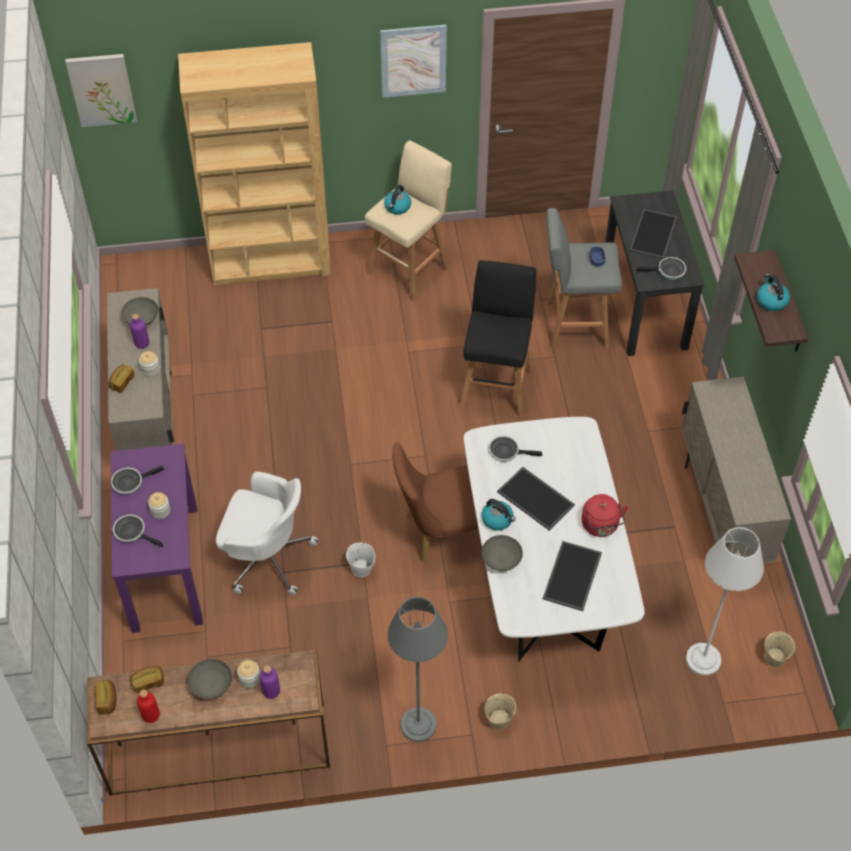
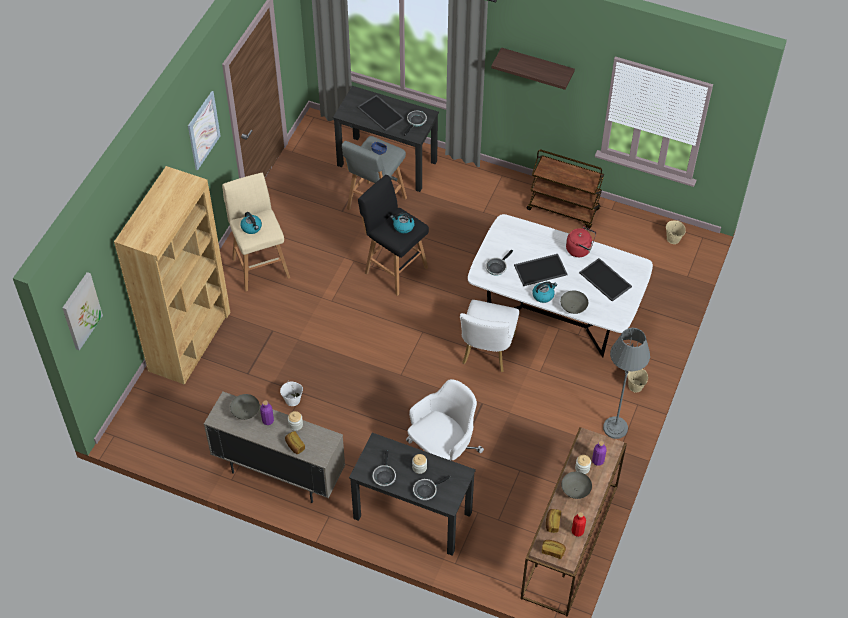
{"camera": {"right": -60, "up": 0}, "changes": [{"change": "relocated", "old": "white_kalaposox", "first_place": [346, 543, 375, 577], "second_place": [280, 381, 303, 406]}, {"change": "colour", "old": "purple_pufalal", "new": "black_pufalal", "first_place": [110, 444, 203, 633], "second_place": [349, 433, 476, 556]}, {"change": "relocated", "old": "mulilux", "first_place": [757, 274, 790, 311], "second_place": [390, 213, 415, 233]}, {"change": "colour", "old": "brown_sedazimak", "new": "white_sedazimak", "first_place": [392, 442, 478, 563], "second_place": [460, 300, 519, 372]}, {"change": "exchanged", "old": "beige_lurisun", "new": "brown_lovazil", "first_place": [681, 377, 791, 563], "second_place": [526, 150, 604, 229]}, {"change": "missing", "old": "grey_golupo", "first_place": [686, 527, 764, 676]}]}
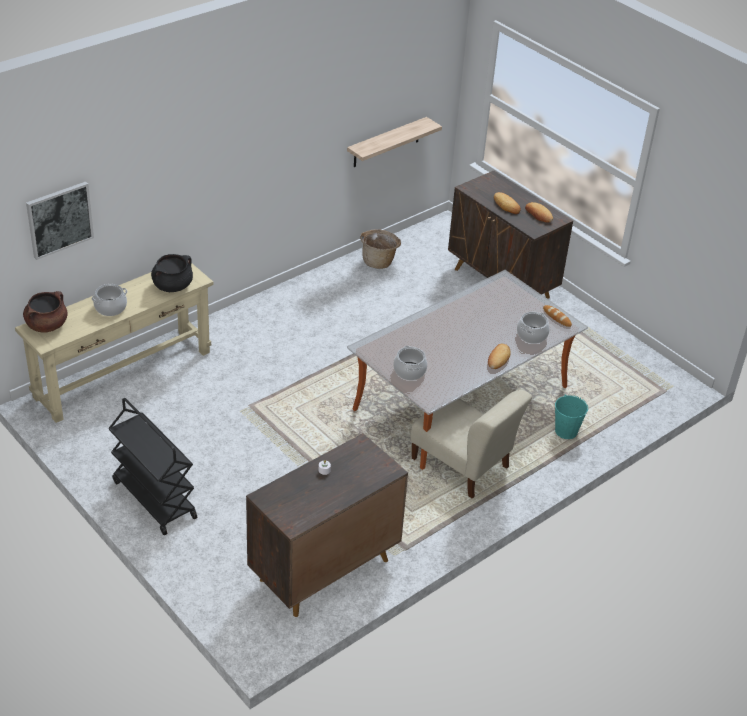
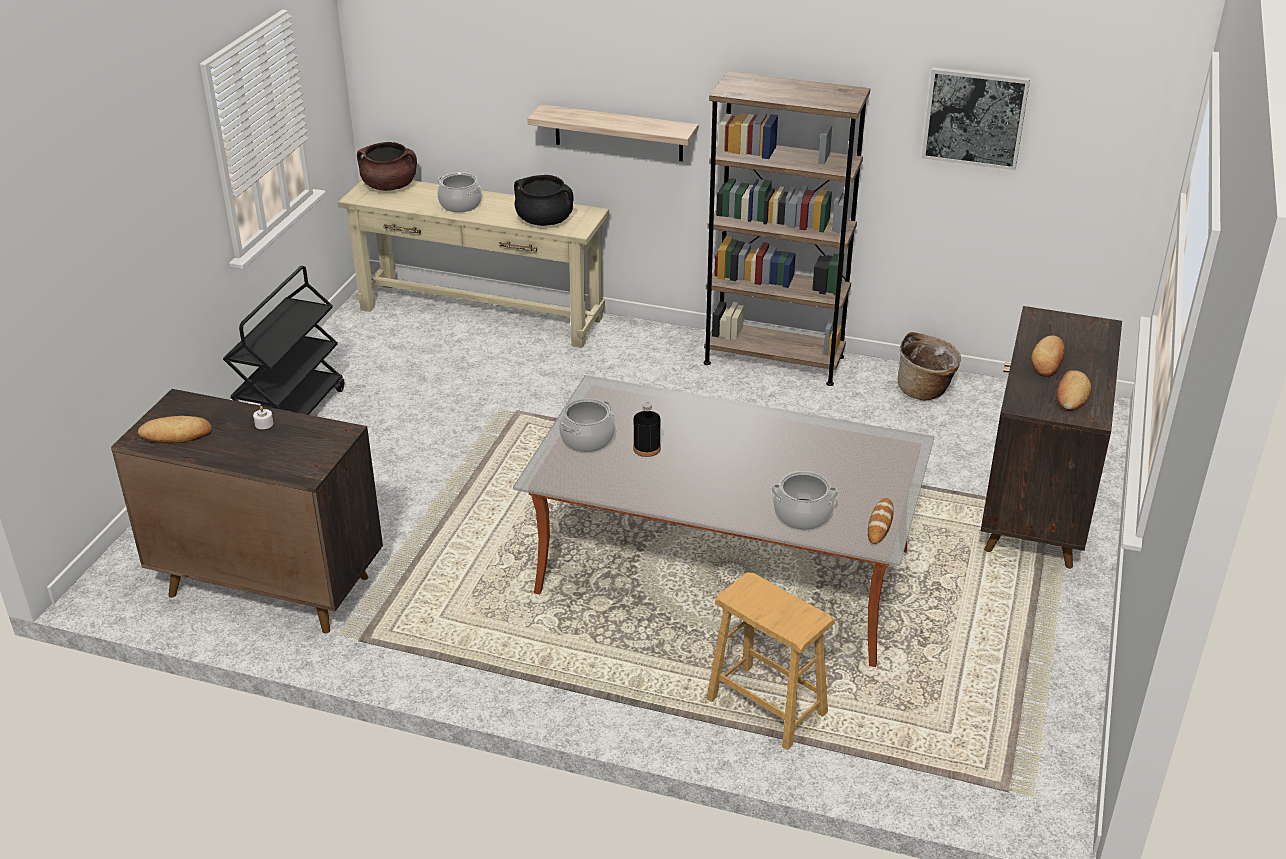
{"camera": {"right": 60, "up": -5}, "changes": [{"change": "relocated", "old": "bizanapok", "first_place": [488, 344, 511, 369], "second_place": [138, 416, 212, 443]}, {"change": "relocated", "old": "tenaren", "first_place": [347, 117, 442, 167], "second_place": [528, 104, 698, 161]}, {"change": "appeared", "new": "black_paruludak", "second_place": [633, 403, 661, 457]}, {"change": "appeared", "new": "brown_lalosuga", "second_place": [704, 71, 870, 386]}, {"change": "exchanged", "old": "turquoise_kalaposox", "new": "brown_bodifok", "first_place": [555, 394, 588, 439], "second_place": [706, 572, 835, 750]}, {"change": "relocated", "old": "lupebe", "first_place": [26, 182, 94, 260], "second_place": [922, 67, 1030, 170]}, {"change": "missing", "old": "beige_sedazimak", "first_place": [410, 390, 532, 499]}]}
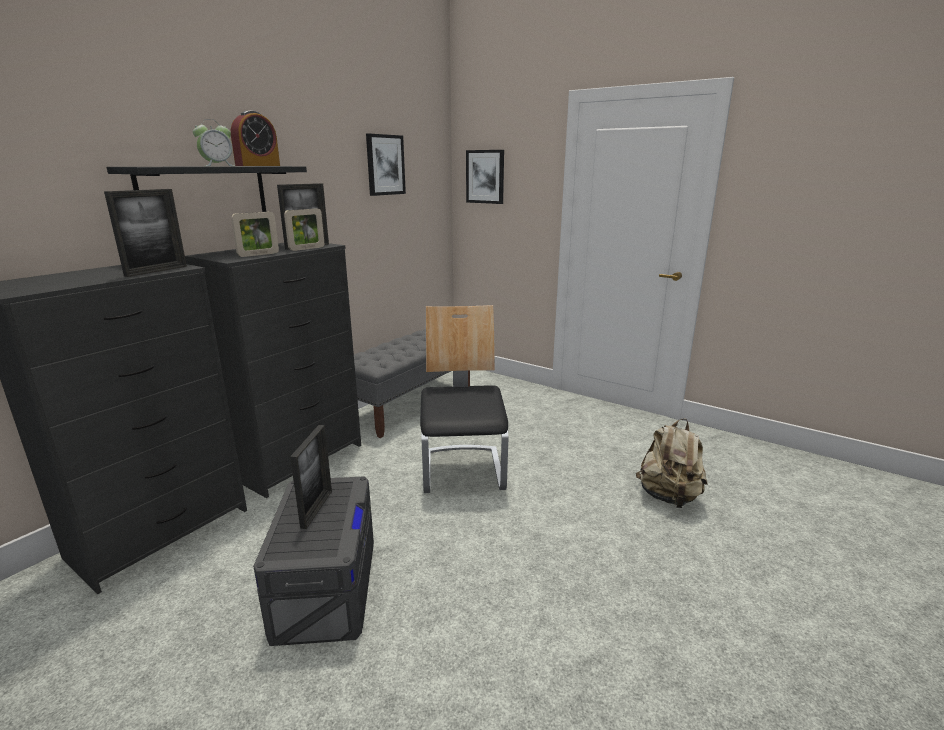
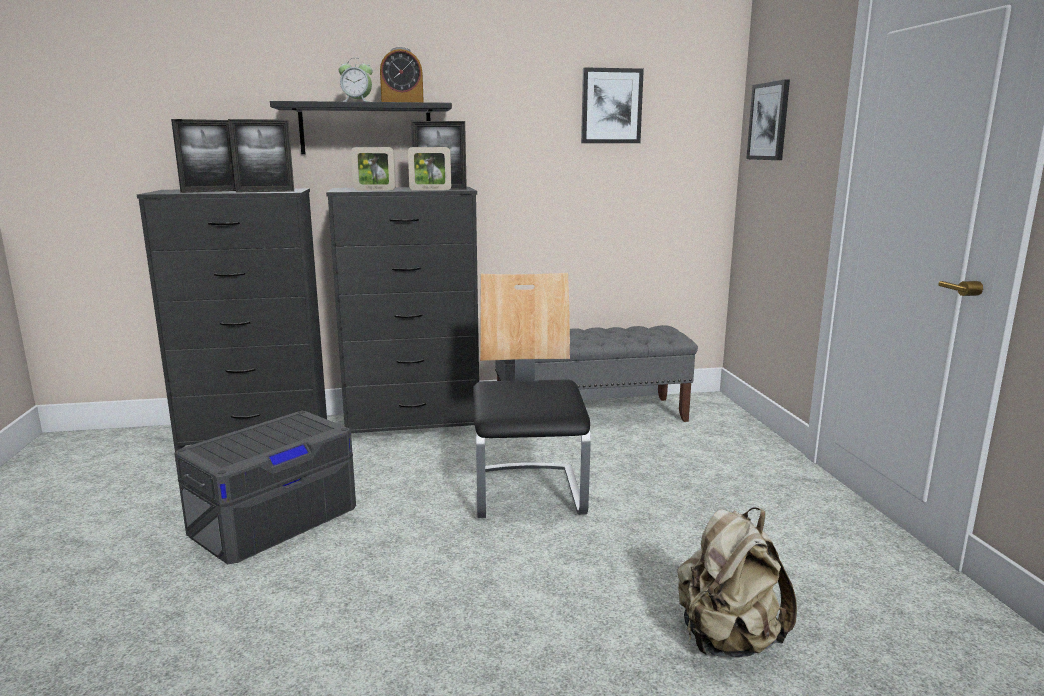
{"camera": {"right": 45, "up": -5}, "changes": [{"change": "relocated", "old": "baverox", "first_place": [290, 425, 332, 529], "second_place": [171, 119, 236, 193]}, {"change": "spun", "old": "sedazimak", "first_place": [420, 305, 508, 493], "second_place": [473, 273, 591, 518], "degrees": -45}]}
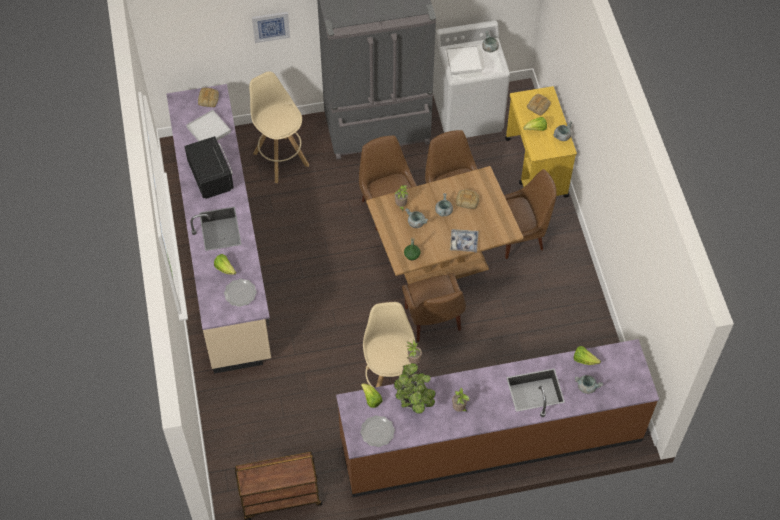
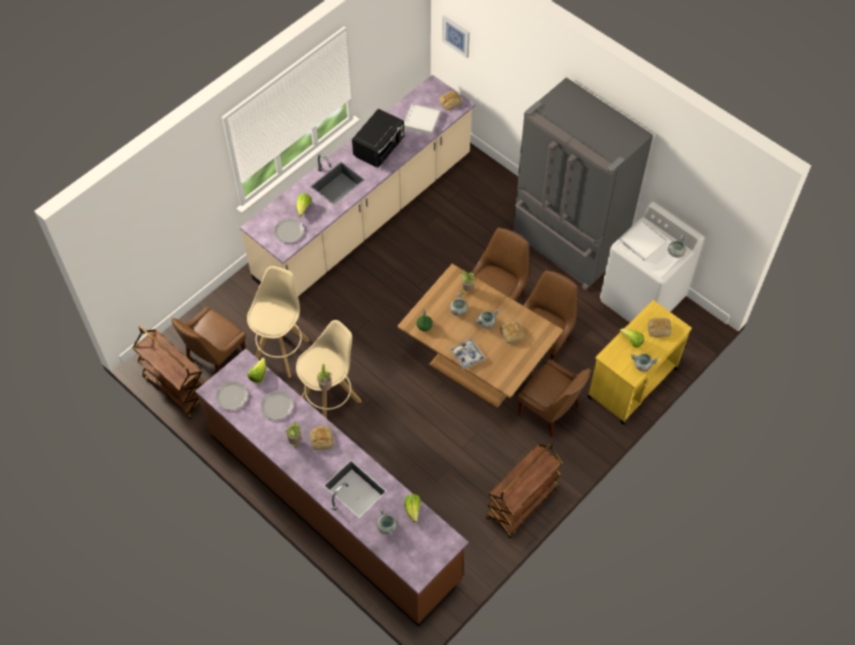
{"camera": {"right": 55, "up": 0}, "changes": [{"change": "relocated", "old": "brown_sedazimak", "first_place": [402, 273, 466, 342], "second_place": [171, 306, 246, 373]}, {"change": "relocated", "old": "beige_bodifok", "first_place": [249, 71, 309, 183], "second_place": [247, 266, 310, 378]}, {"change": "exchanged", "old": "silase", "new": "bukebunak", "first_place": [394, 363, 436, 413], "second_place": [260, 391, 294, 420]}, {"change": "appeared", "new": "bizanapok", "second_place": [310, 426, 334, 450]}, {"change": "relocated", "old": "lupebe", "first_place": [252, 12, 290, 43], "second_place": [442, 15, 470, 58]}, {"change": "appeared", "new": "brown_lovazil", "second_place": [486, 442, 563, 538]}]}
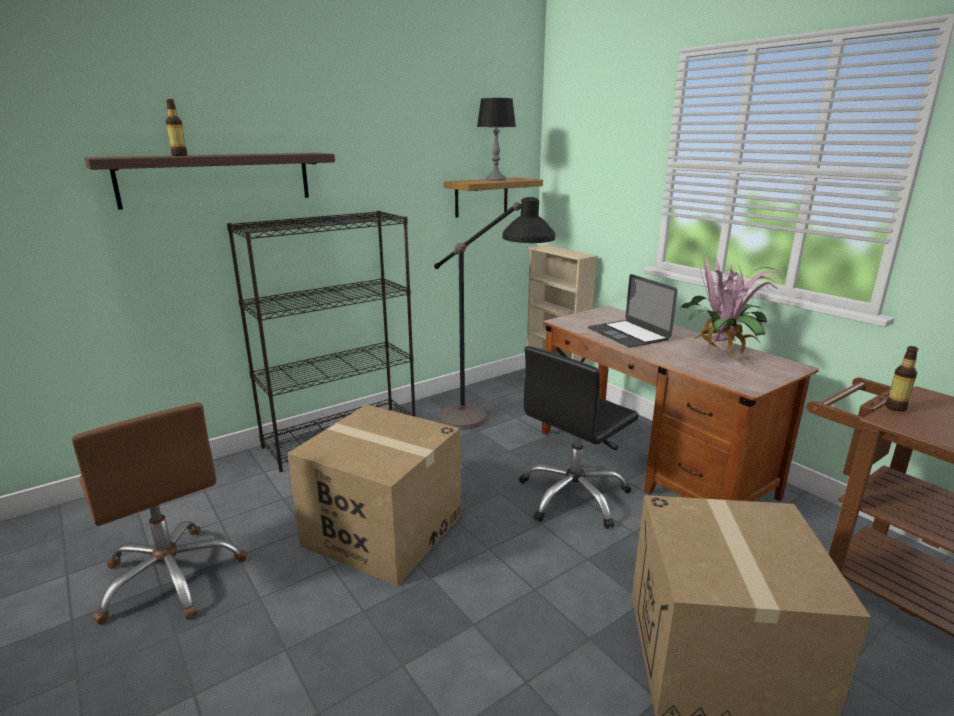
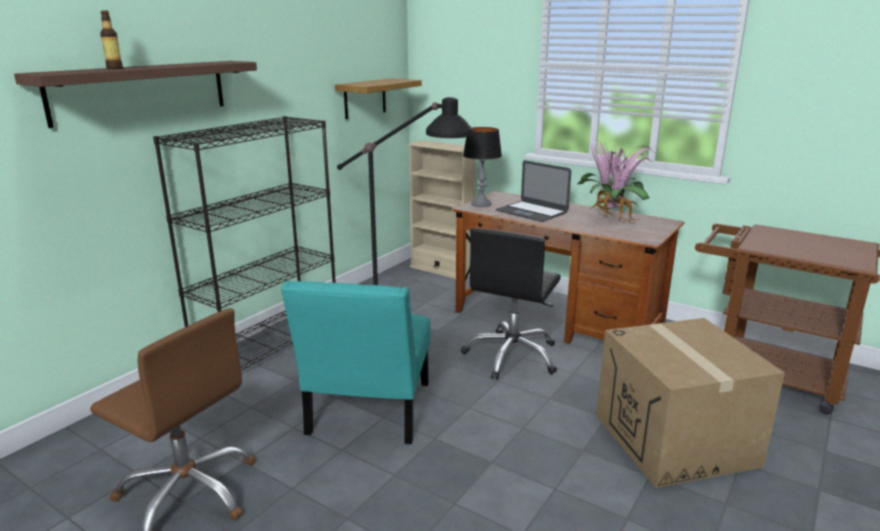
{"camera": {"right": -20, "up": 0}, "changes": [{"change": "exchanged", "old": "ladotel", "new": "turquoise_sedazimak", "first_place": [287, 404, 461, 586], "second_place": [281, 280, 430, 444]}, {"change": "relocated", "old": "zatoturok", "first_place": [477, 98, 516, 181], "second_place": [463, 127, 502, 207]}, {"change": "missing", "old": "paruludak", "first_place": [886, 346, 918, 412]}]}
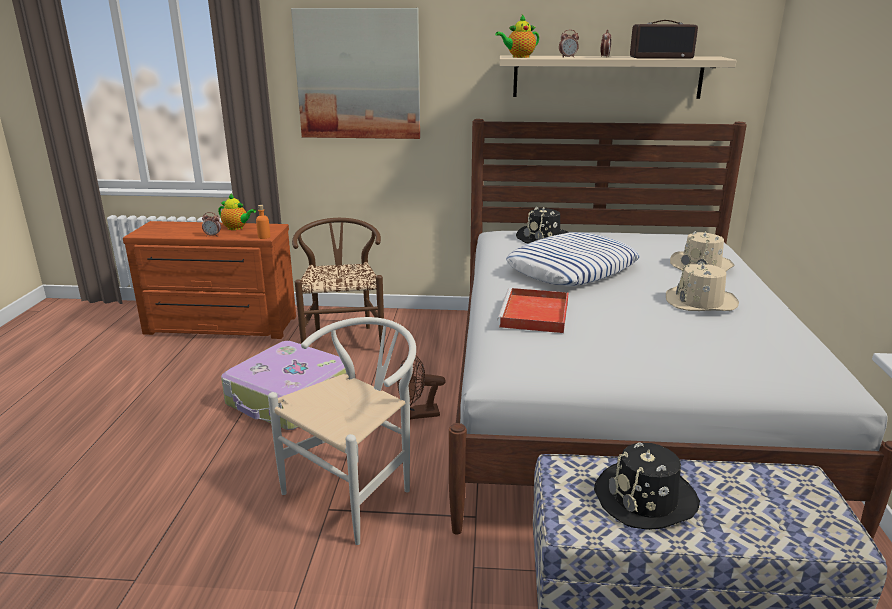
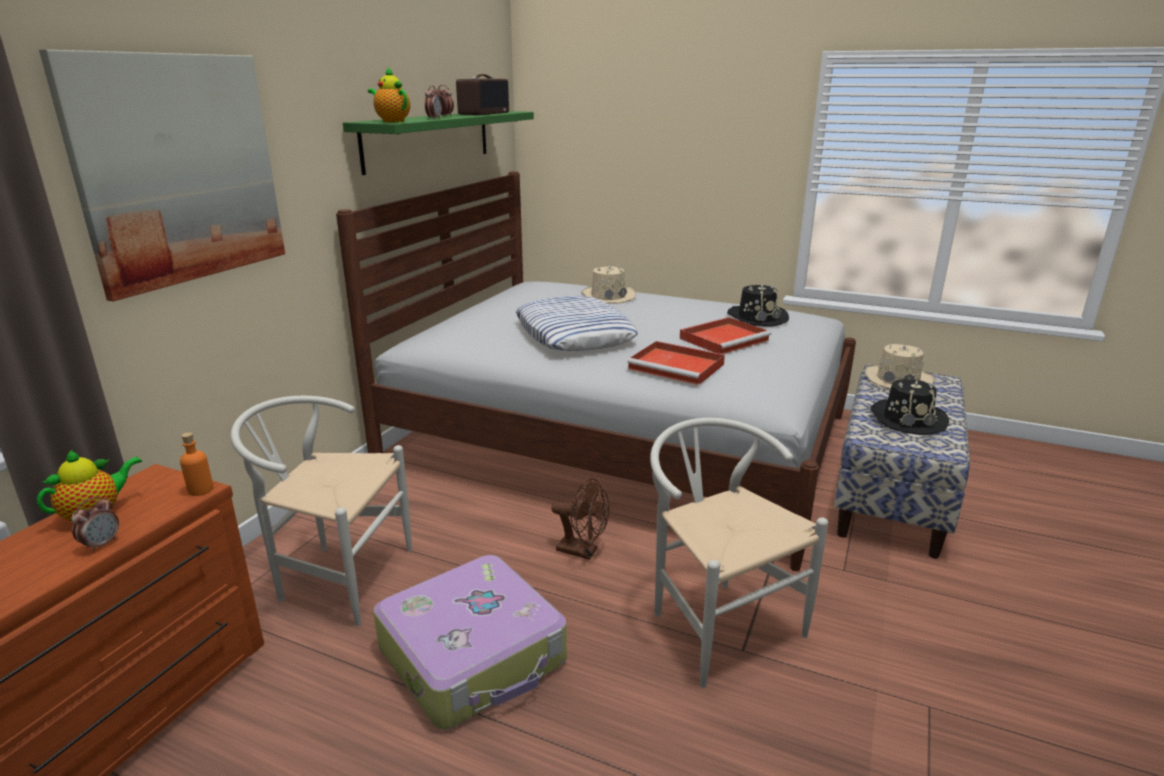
{"camera": {"right": -70, "up": 0}, "changes": [{"change": "colour", "old": "brown_sedazimak", "new": "white_sedazimak", "first_place": [292, 218, 384, 353], "second_place": [231, 396, 412, 626]}, {"change": "colour", "old": "beige_tenaren", "new": "green_tenaren", "first_place": [500, 56, 737, 99], "second_place": [343, 111, 534, 175]}, {"change": "spun", "old": "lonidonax", "first_place": [495, 15, 539, 58], "second_place": [368, 67, 410, 122], "degrees": 135}, {"change": "spun", "old": "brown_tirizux", "first_place": [397, 356, 446, 419], "second_place": [551, 478, 609, 560], "degrees": -75}, {"change": "appeared", "new": "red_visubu", "second_place": [680, 317, 771, 354]}, {"change": "relocated", "old": "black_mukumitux", "first_place": [516, 206, 569, 244], "second_place": [727, 283, 789, 327]}, {"change": "relocated", "old": "beige_mukumitux", "first_place": [666, 261, 739, 311], "second_place": [865, 344, 934, 389]}]}
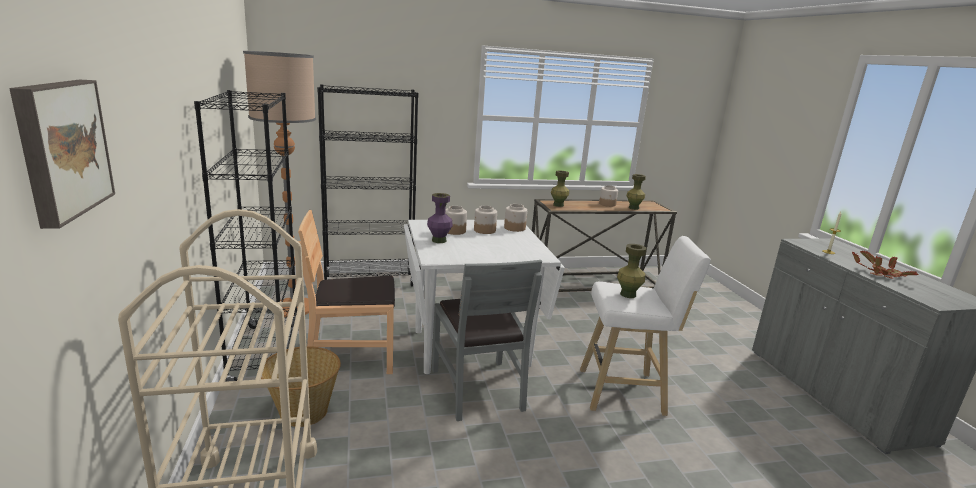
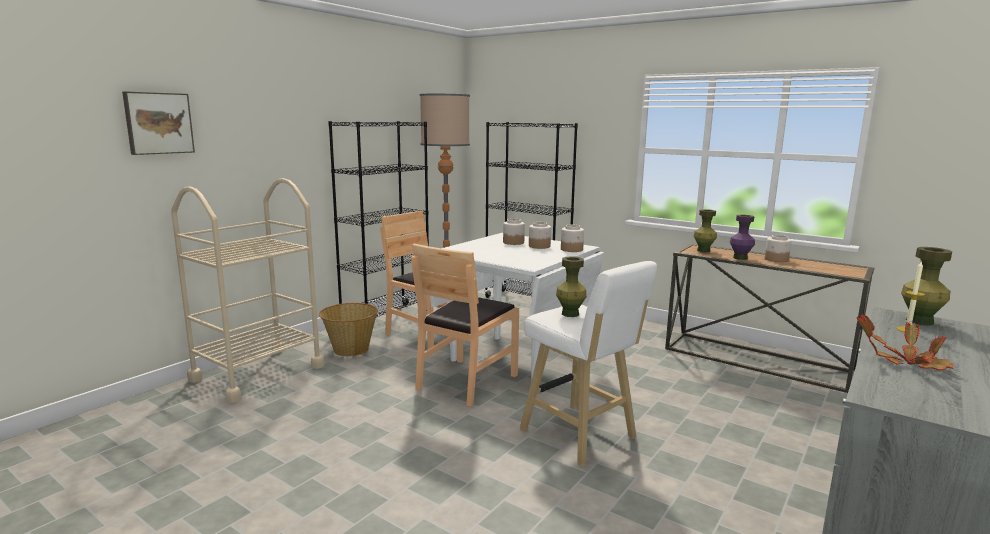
{"camera": {"right": 50, "up": -5}, "changes": [{"change": "colour", "old": "grey_sedazimak", "new": "brown_sedazimak", "first_place": [432, 260, 542, 421], "second_place": [411, 244, 519, 407]}, {"change": "relocated", "old": "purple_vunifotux", "first_place": [427, 193, 453, 243], "second_place": [730, 215, 755, 260]}, {"change": "relocated", "old": "green_vunifotux", "first_place": [627, 174, 646, 210], "second_place": [901, 247, 952, 326]}]}
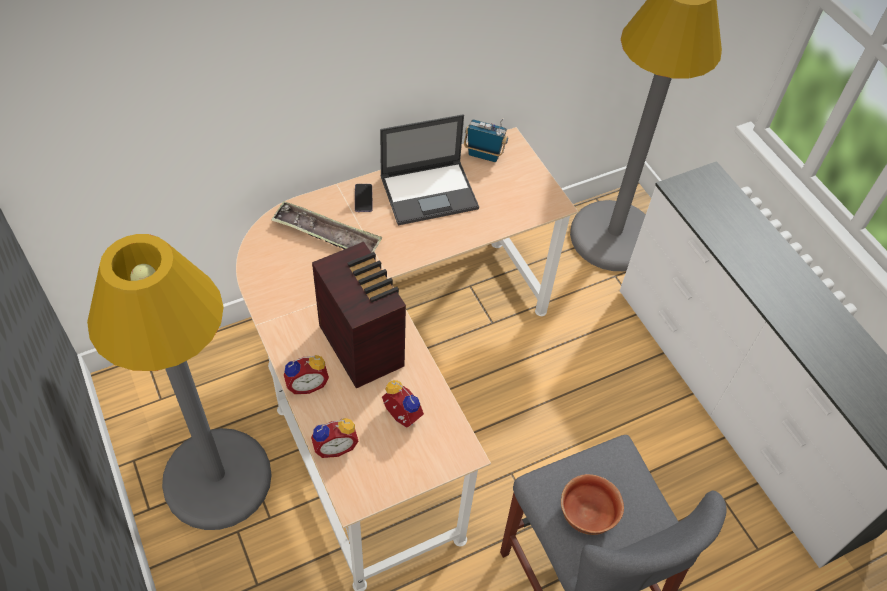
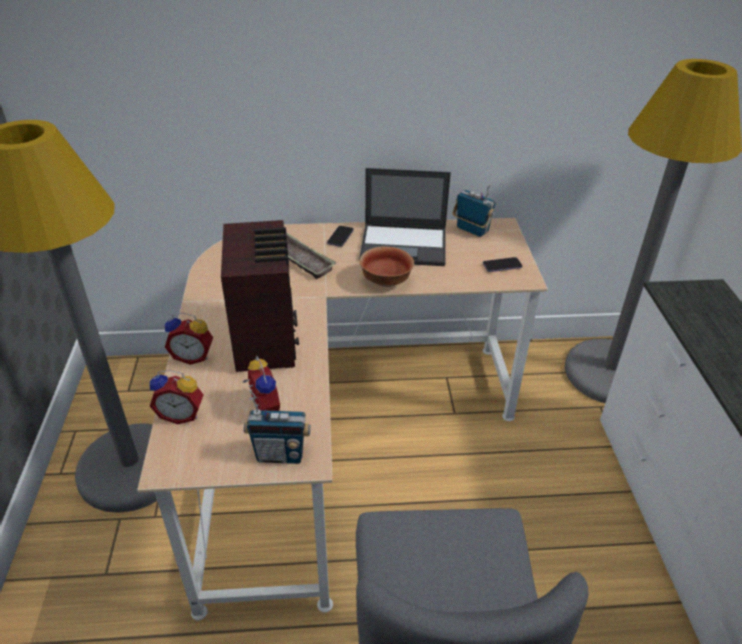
{"camera": {"right": 25, "up": -15}, "changes": [{"change": "appeared", "new": "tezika", "second_place": [244, 390, 311, 464]}, {"change": "relocated", "old": "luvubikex", "first_place": [561, 474, 624, 535], "second_place": [360, 246, 414, 287]}, {"change": "appeared", "new": "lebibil", "second_place": [483, 257, 523, 272]}]}
